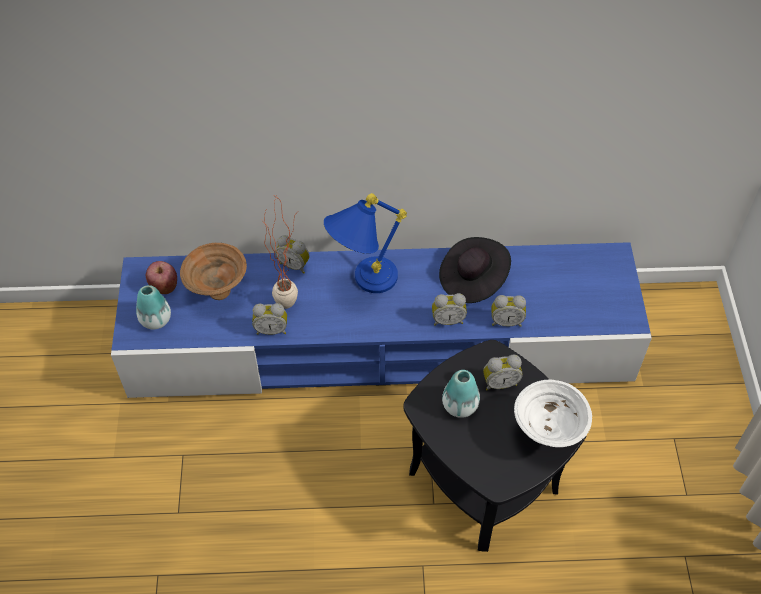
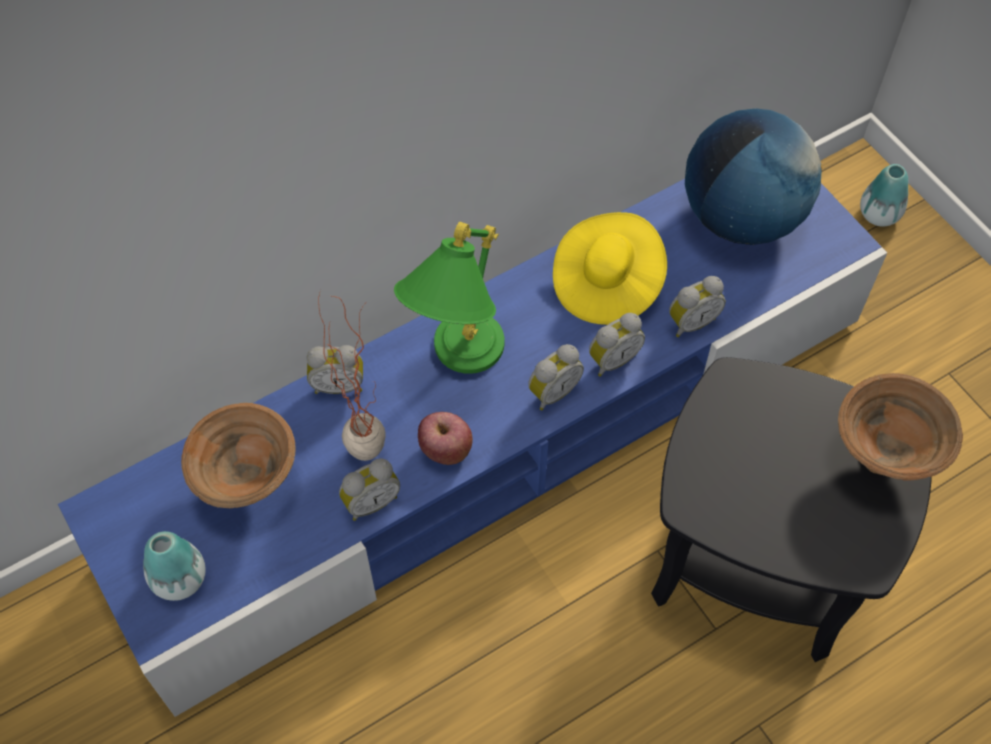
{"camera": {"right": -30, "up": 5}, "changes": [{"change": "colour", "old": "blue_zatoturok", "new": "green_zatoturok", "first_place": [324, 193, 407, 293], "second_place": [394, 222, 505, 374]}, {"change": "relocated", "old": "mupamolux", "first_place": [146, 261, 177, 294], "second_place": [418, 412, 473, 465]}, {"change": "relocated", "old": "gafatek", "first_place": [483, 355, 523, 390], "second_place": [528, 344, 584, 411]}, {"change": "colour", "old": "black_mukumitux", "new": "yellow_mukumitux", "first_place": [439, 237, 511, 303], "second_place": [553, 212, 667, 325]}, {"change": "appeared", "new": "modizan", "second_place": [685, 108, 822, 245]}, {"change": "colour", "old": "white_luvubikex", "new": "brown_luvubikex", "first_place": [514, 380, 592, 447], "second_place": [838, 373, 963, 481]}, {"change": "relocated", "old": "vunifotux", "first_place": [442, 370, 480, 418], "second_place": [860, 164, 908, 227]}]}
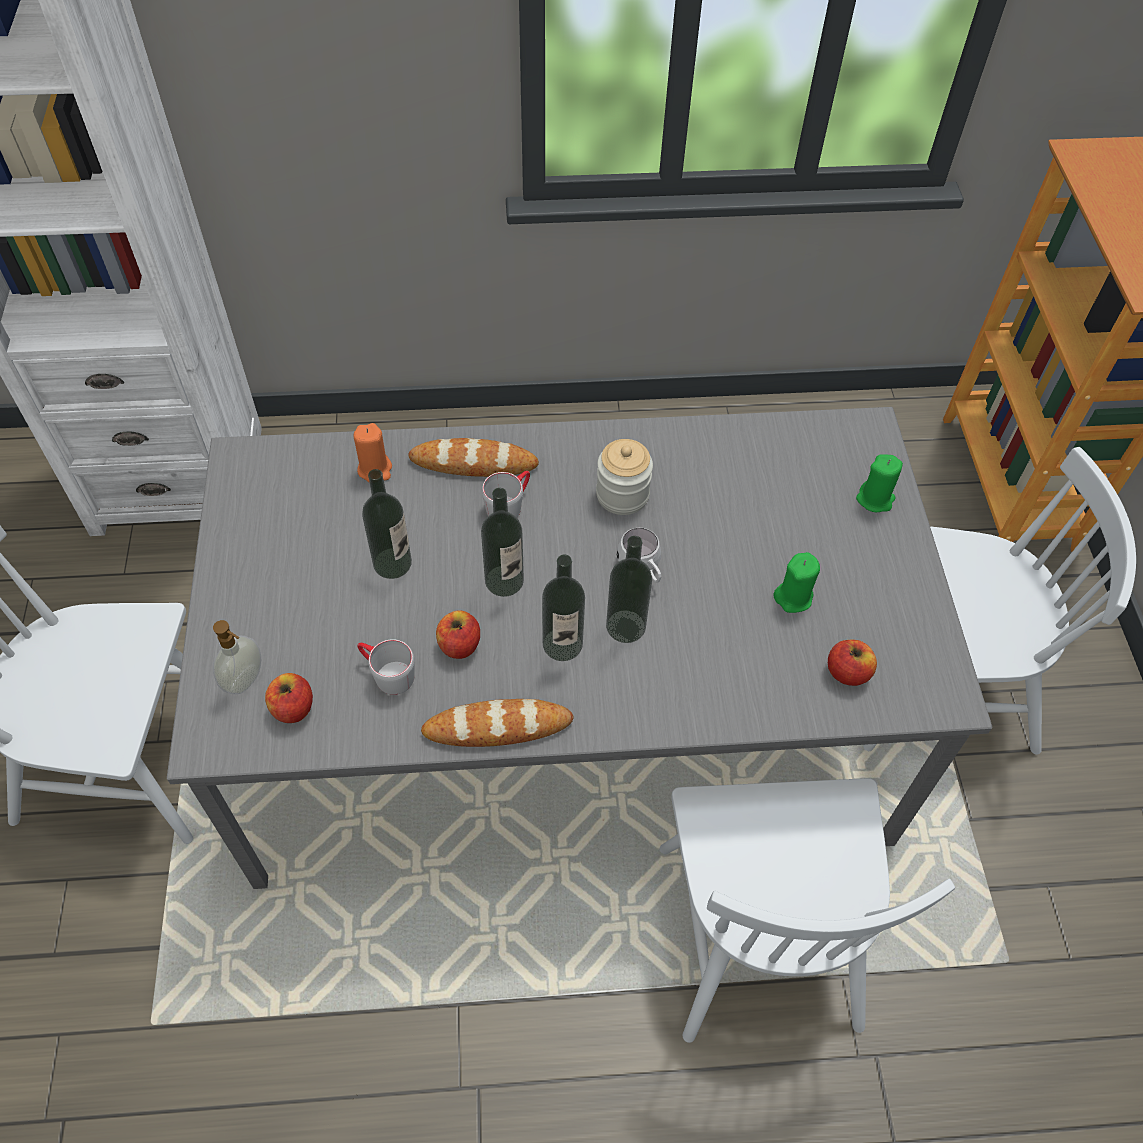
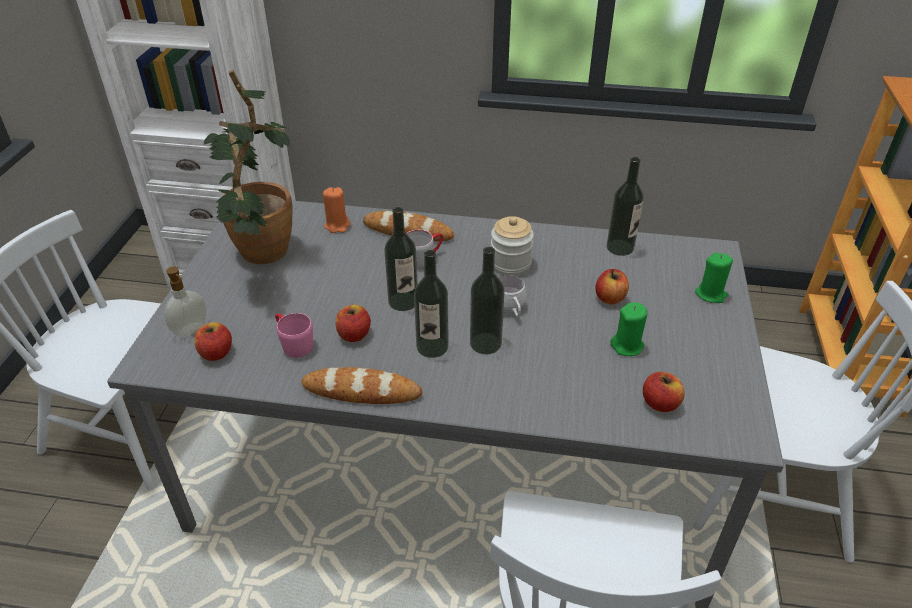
{"camera": {"right": 15, "up": -15}, "changes": [{"change": "appeared", "new": "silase", "second_place": [204, 70, 292, 264]}, {"change": "colour", "old": "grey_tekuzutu", "new": "pink_tekuzutu", "first_place": [357, 639, 415, 695], "second_place": [275, 313, 313, 358]}, {"change": "appeared", "new": "mupamolux", "second_place": [595, 269, 629, 304]}, {"change": "relocated", "old": "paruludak", "first_place": [362, 469, 412, 579], "second_place": [606, 157, 644, 256]}]}
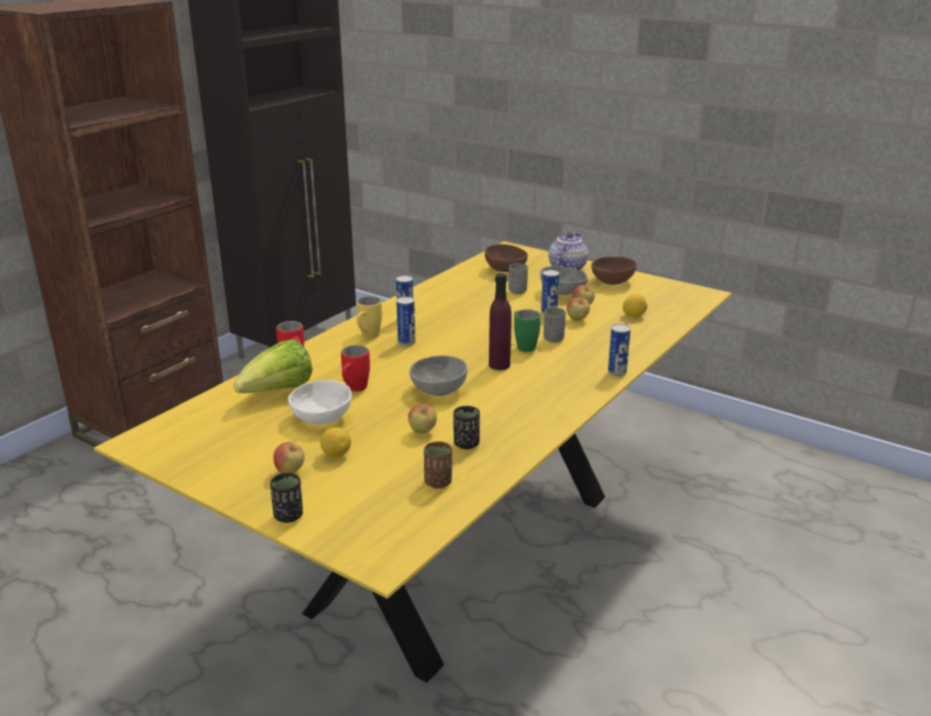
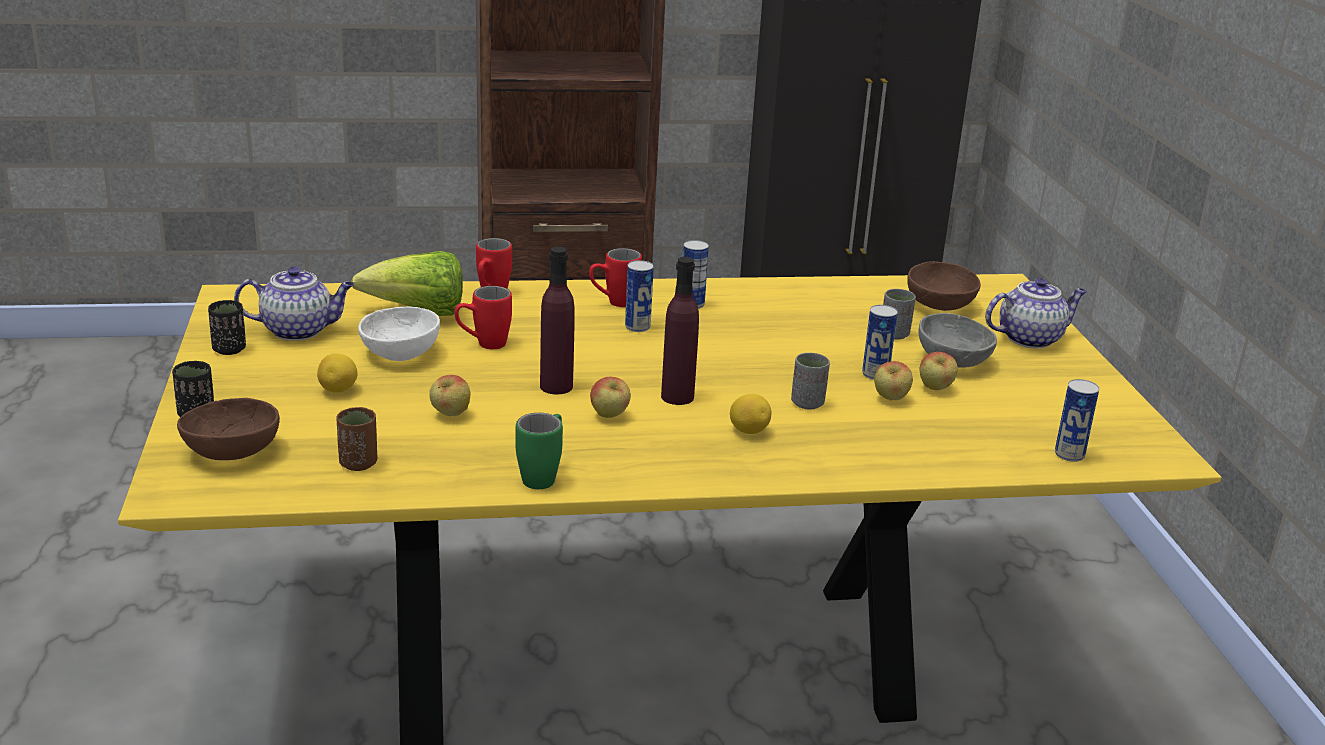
{"camera": {"right": 45, "up": 0}, "changes": [{"change": "relocated", "old": "brown_luvubikex", "first_place": [591, 257, 637, 285], "second_place": [177, 398, 280, 460]}, {"change": "relocated", "old": "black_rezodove", "first_place": [453, 406, 480, 449], "second_place": [208, 300, 246, 355]}, {"change": "appeared", "new": "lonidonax", "second_place": [234, 266, 354, 341]}, {"change": "relocated", "old": "green_tekuzutu", "first_place": [514, 309, 541, 352], "second_place": [515, 413, 563, 489]}, {"change": "exchanged", "old": "grey_luvubikex", "new": "purple_paruludak", "first_place": [410, 355, 467, 396], "second_place": [540, 247, 575, 394]}, {"change": "colour", "old": "yellow_tekuzutu", "new": "red_tekuzutu", "first_place": [356, 296, 382, 337], "second_place": [589, 248, 642, 307]}, {"change": "relocated", "old": "mupamolux", "first_place": [273, 442, 305, 473], "second_place": [590, 377, 631, 418]}, {"change": "relocated", "old": "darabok", "first_place": [623, 294, 648, 317], "second_place": [730, 394, 772, 434]}, {"change": "relocated", "old": "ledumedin", "first_place": [608, 324, 631, 376], "second_place": [1055, 379, 1099, 462]}]}
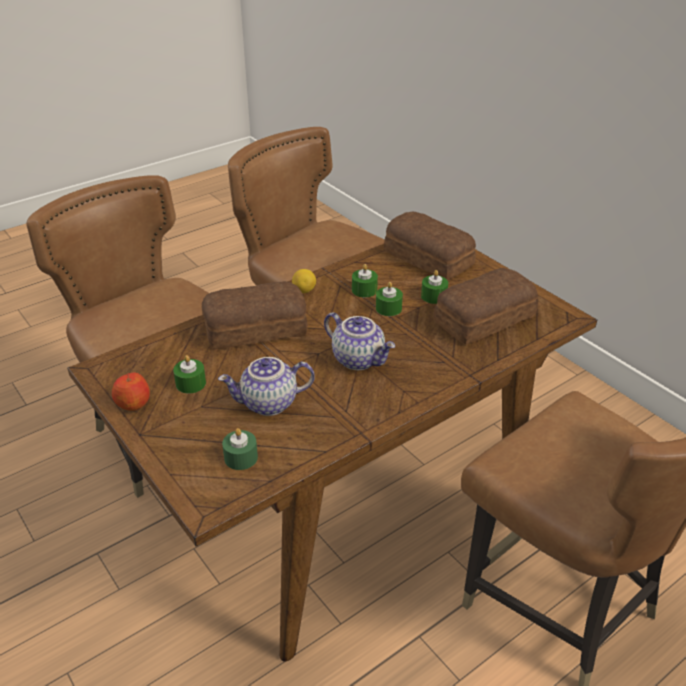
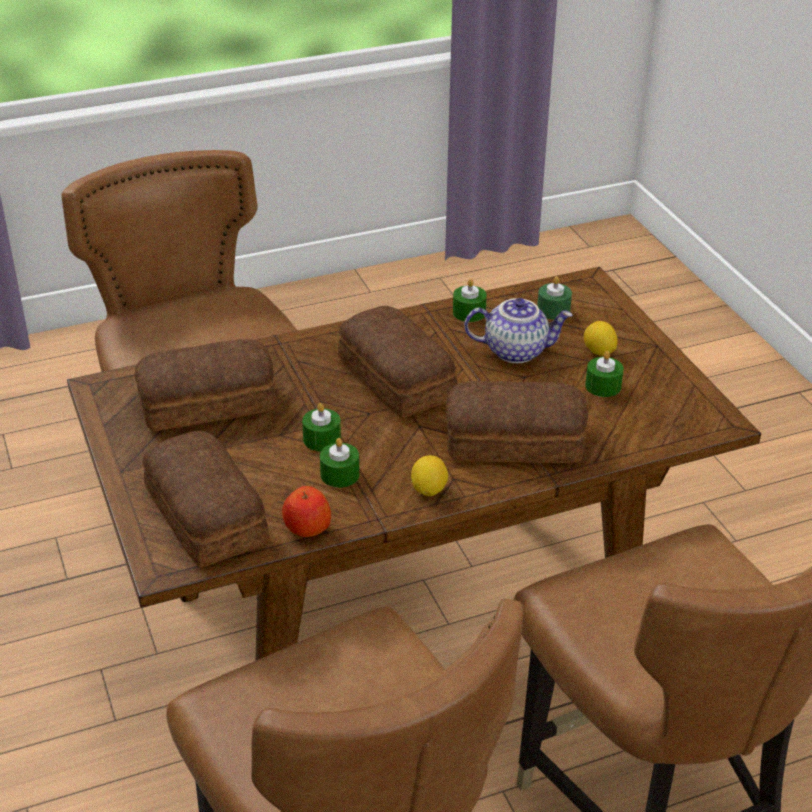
{"camera": {"right": -165, "up": 0}, "changes": [{"change": "relocated", "old": "mupamolux", "first_place": [112, 373, 150, 411], "second_place": [282, 486, 331, 537]}, {"change": "exchanged", "old": "lonidonax", "new": "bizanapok", "first_place": [324, 312, 395, 370], "second_place": [338, 306, 457, 418]}, {"change": "relocated", "old": "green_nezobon", "first_place": [421, 270, 448, 304], "second_place": [453, 279, 487, 322]}, {"change": "appeared", "new": "darabok", "second_place": [584, 321, 618, 356]}]}
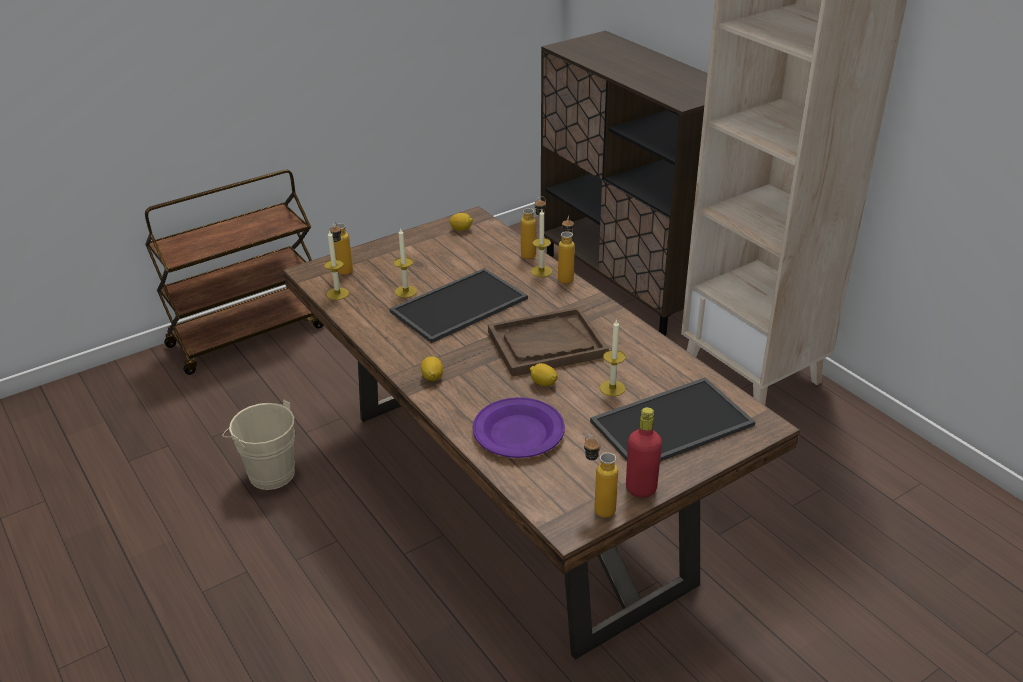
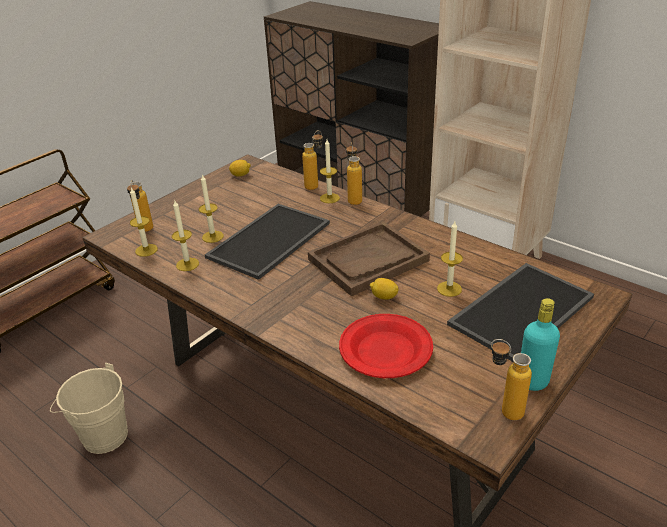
{"camera": {"right": -15, "up": 0}, "changes": [{"change": "appeared", "new": "nezobon", "second_place": [172, 201, 199, 271]}, {"change": "colour", "old": "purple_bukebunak", "new": "red_bukebunak", "first_place": [473, 397, 565, 458], "second_place": [339, 314, 433, 378]}, {"change": "colour", "old": "red_paruludak", "new": "turquoise_paruludak", "first_place": [626, 407, 662, 498], "second_place": [521, 298, 560, 391]}, {"change": "missing", "old": "darabok", "first_place": [421, 356, 443, 381]}]}
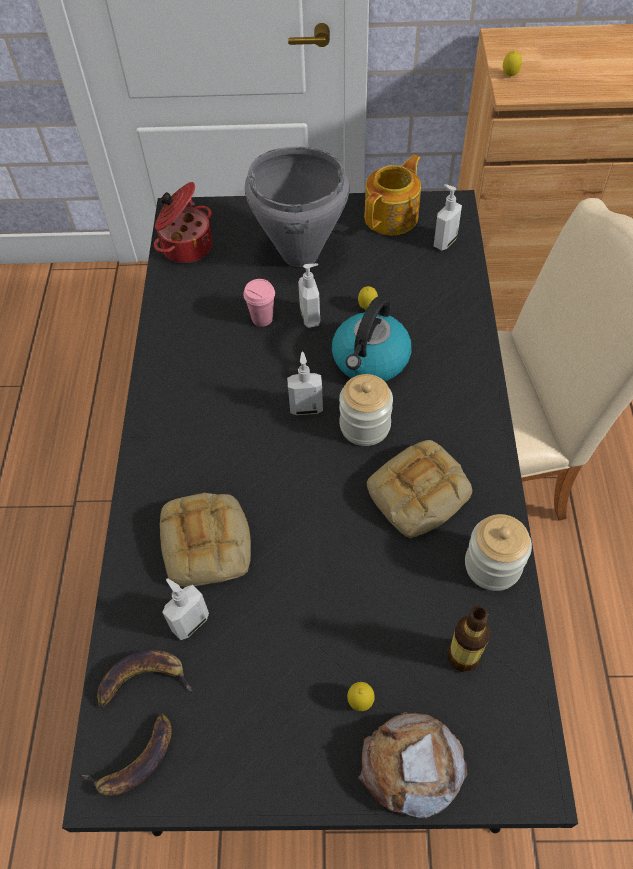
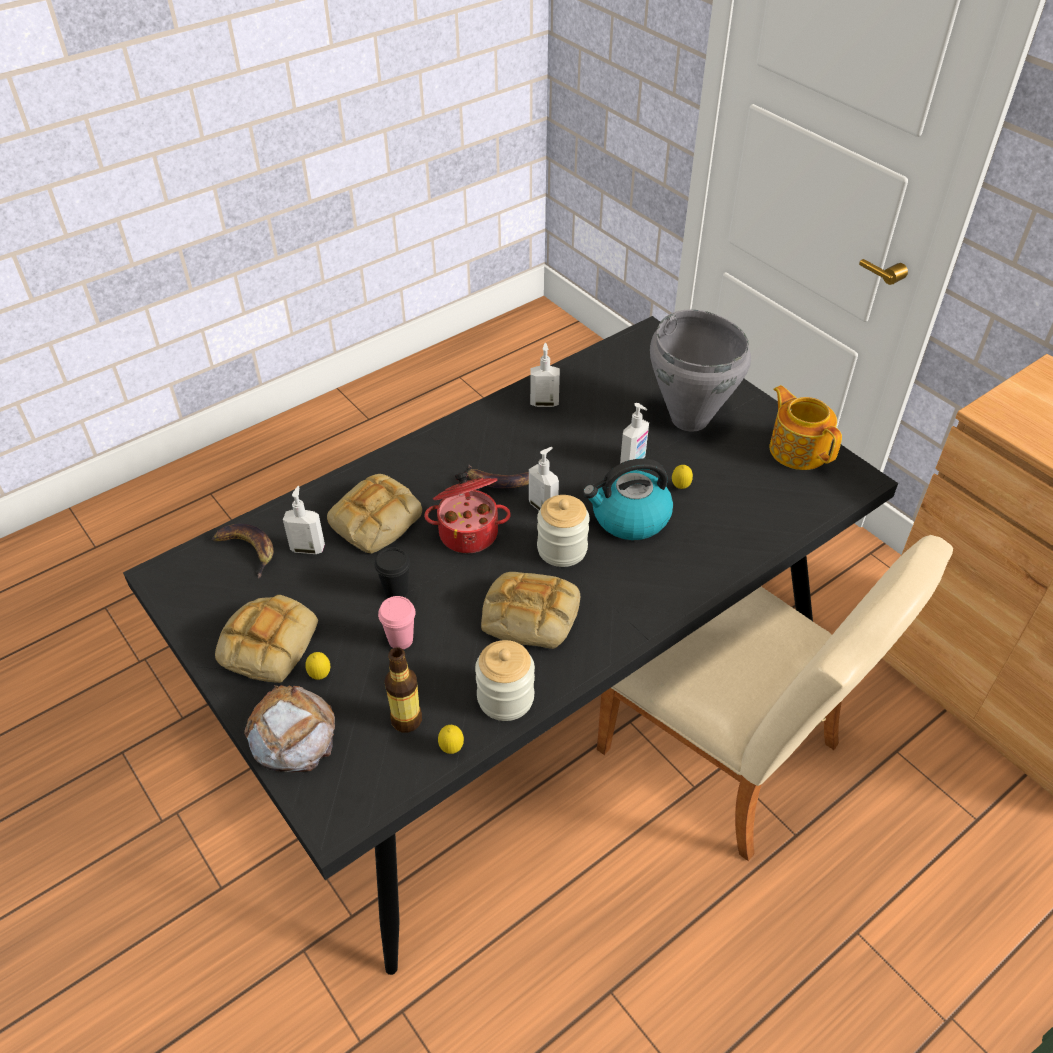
{"camera": {"right": 50, "up": -10}, "changes": [{"change": "appeared", "new": "bizanapok", "second_place": [215, 595, 318, 683]}, {"change": "appeared", "new": "black_rezodove", "second_place": [375, 547, 410, 598]}, {"change": "relocated", "old": "pink_rezodove", "first_place": [243, 279, 275, 327], "second_place": [378, 596, 416, 649]}, {"change": "relocated", "old": "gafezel", "first_place": [154, 182, 212, 263], "second_place": [424, 472, 511, 553]}, {"change": "relocated", "old": "darabok", "first_place": [503, 51, 522, 77], "second_place": [438, 725, 464, 754]}, {"change": "relocated", "old": "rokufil", "first_place": [81, 713, 172, 796], "second_place": [468, 464, 529, 488]}, {"change": "relocated", "old": "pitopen", "first_place": [434, 184, 462, 250], "second_place": [530, 343, 560, 407]}, {"change": "spun", "old": "lonidonax", "first_place": [364, 155, 421, 235], "second_place": [769, 385, 842, 470], "degrees": -120}]}
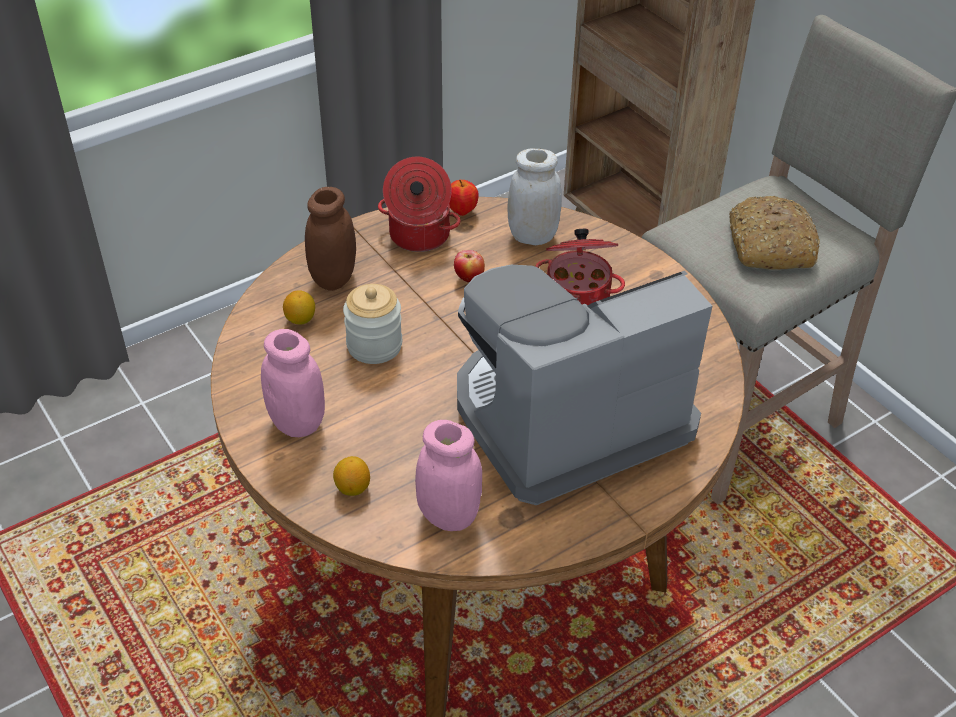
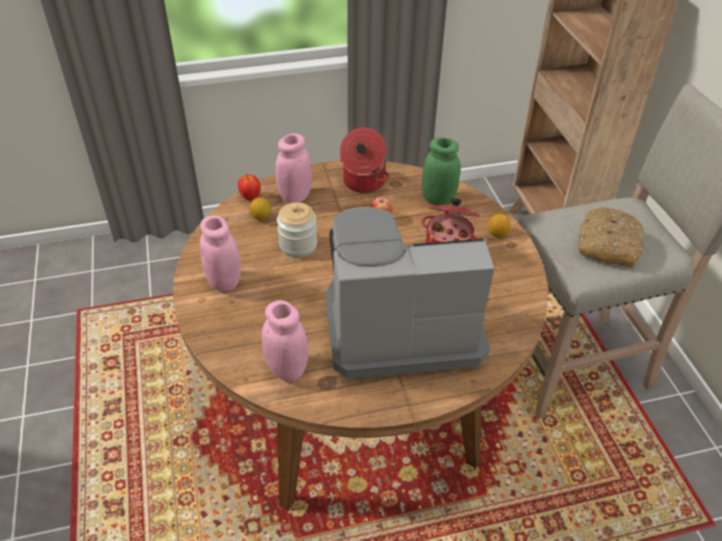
{"camera": {"right": 20, "up": 0}, "changes": [{"change": "relocated", "old": "mupamolux", "first_place": [449, 180, 479, 216], "second_place": [238, 174, 261, 200]}, {"change": "colour", "old": "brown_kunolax", "new": "pink_kunolax", "first_place": [305, 187, 356, 291], "second_place": [275, 133, 312, 204]}, {"change": "colour", "old": "white_kunolax", "new": "green_kunolax", "first_place": [508, 149, 562, 245], "second_place": [422, 137, 461, 206]}, {"change": "relocated", "old": "darabok", "first_place": [333, 456, 370, 496], "second_place": [488, 214, 510, 237]}]}
